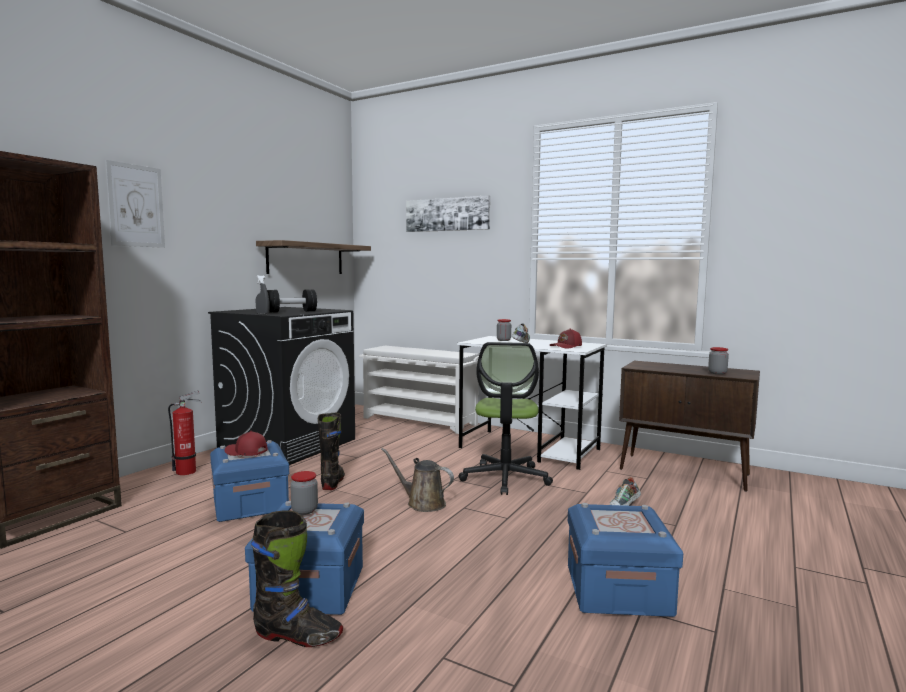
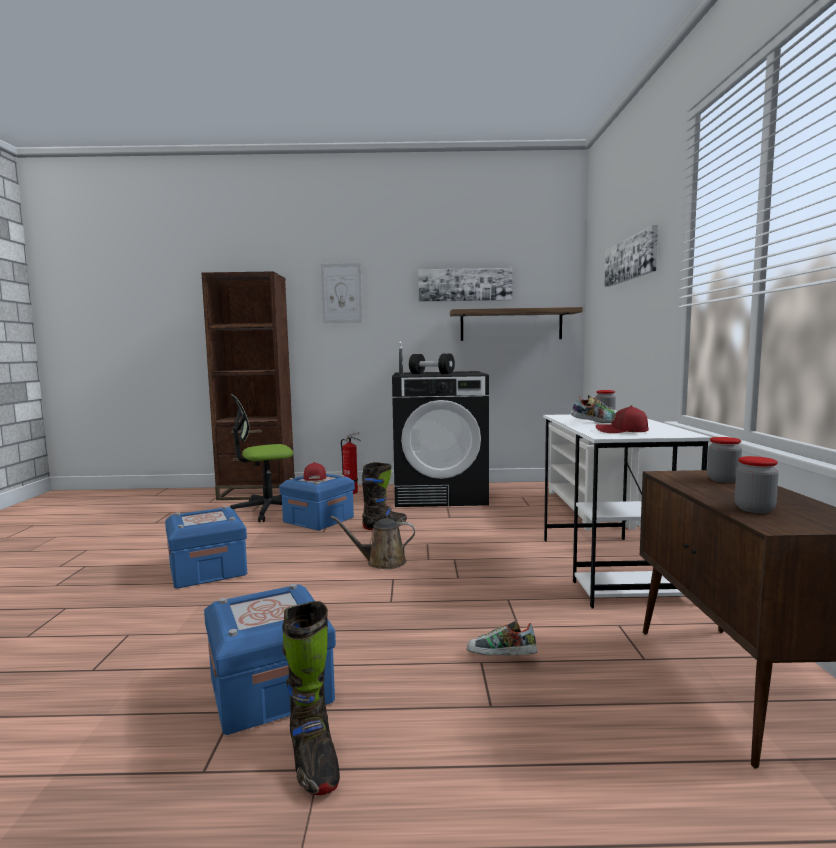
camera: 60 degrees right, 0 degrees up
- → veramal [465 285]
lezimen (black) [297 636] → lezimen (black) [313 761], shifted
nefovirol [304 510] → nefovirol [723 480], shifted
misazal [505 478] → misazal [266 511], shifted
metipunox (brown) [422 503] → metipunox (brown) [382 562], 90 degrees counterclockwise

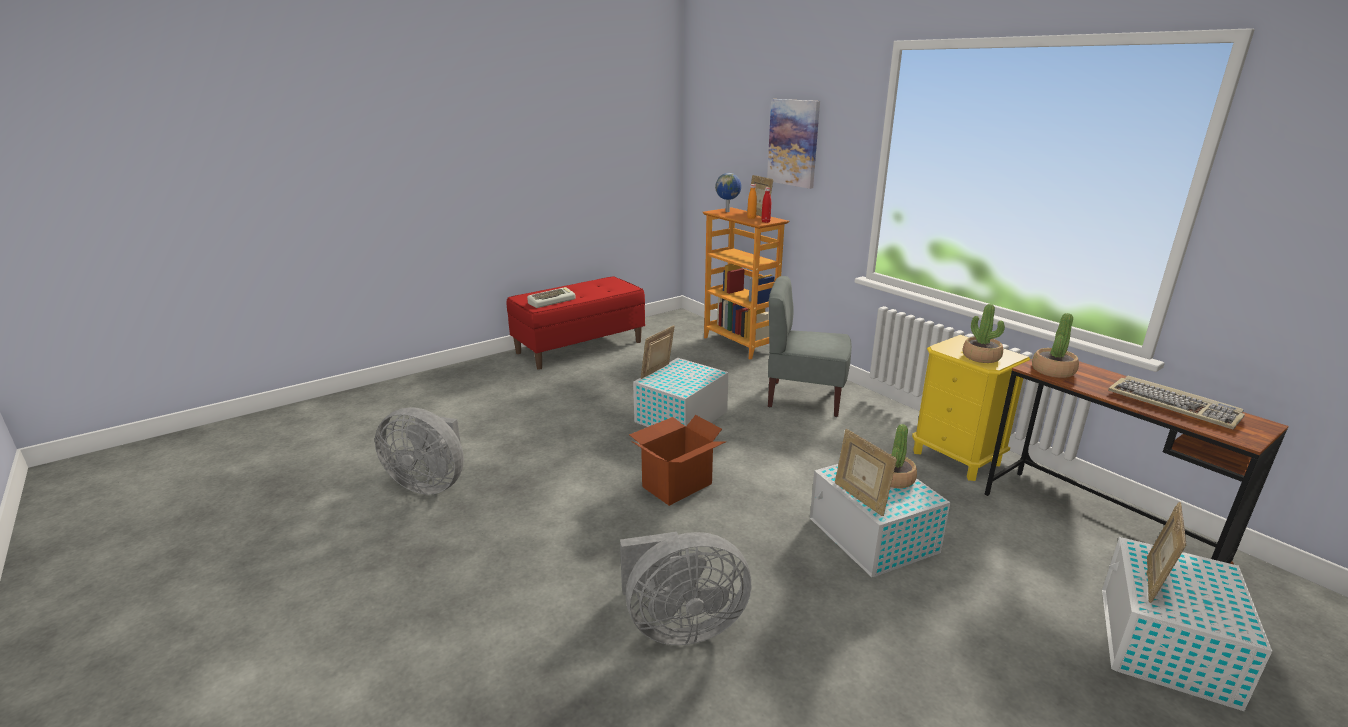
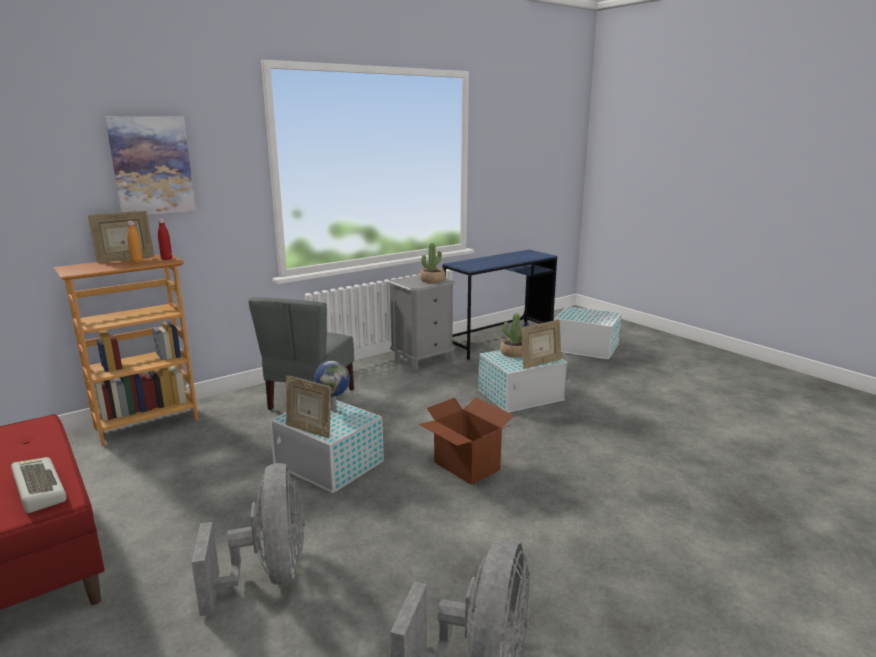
camera: 90 degrees left, 5 degrees down
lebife [1052 371] → -
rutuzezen [1174 405] → -
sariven [1153 581] → -
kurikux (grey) [680 626] → kurikux (grey) [268 575], shifted
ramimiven [728 211] → ramimiven [334 409], shifted
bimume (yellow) [956 458] → bimume (grey) [423 360]
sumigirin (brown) [1097 528] → sumigirin (blue) [498 341]

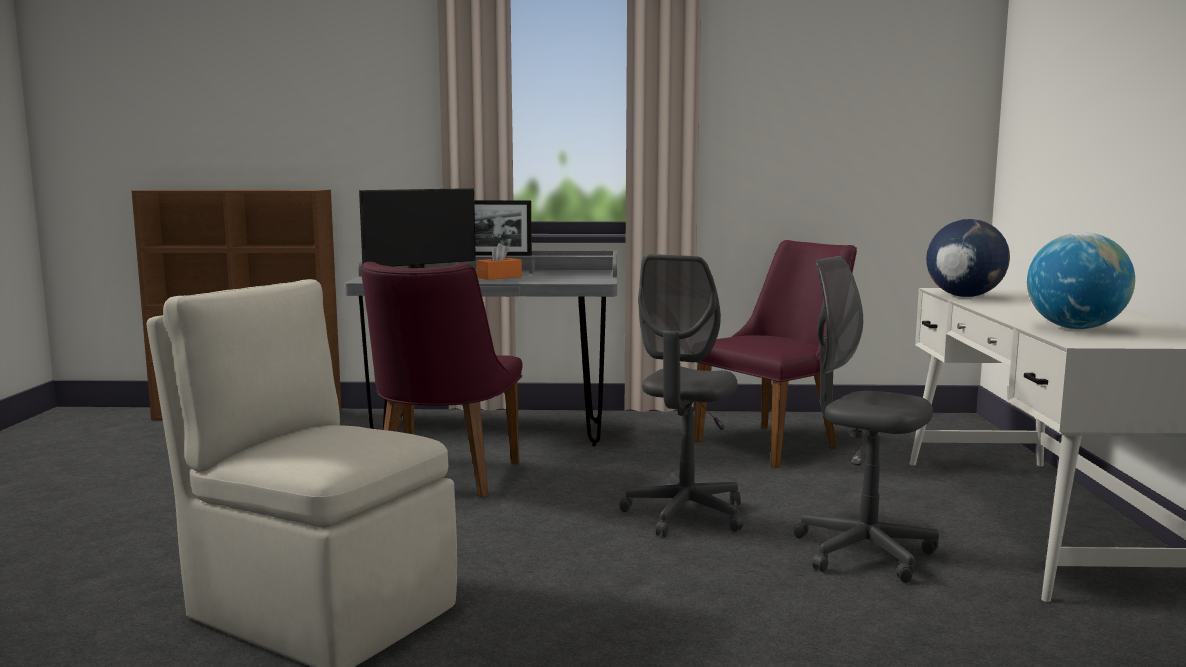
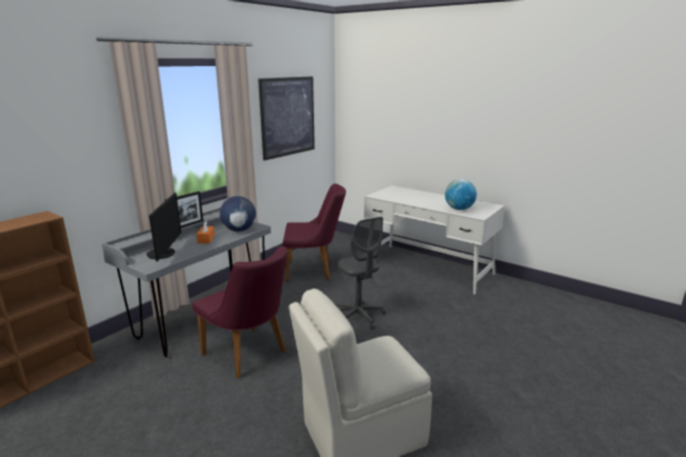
camera: 55 degrees left, 10 degrees up
misazal (grey) [863 552] → -
- → veramal [288 116]
ramimiven [964 296] → ramimiven [239 230], shifted
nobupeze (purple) [776 442] → nobupeze (purple) [314 270], 90 degrees clockwise

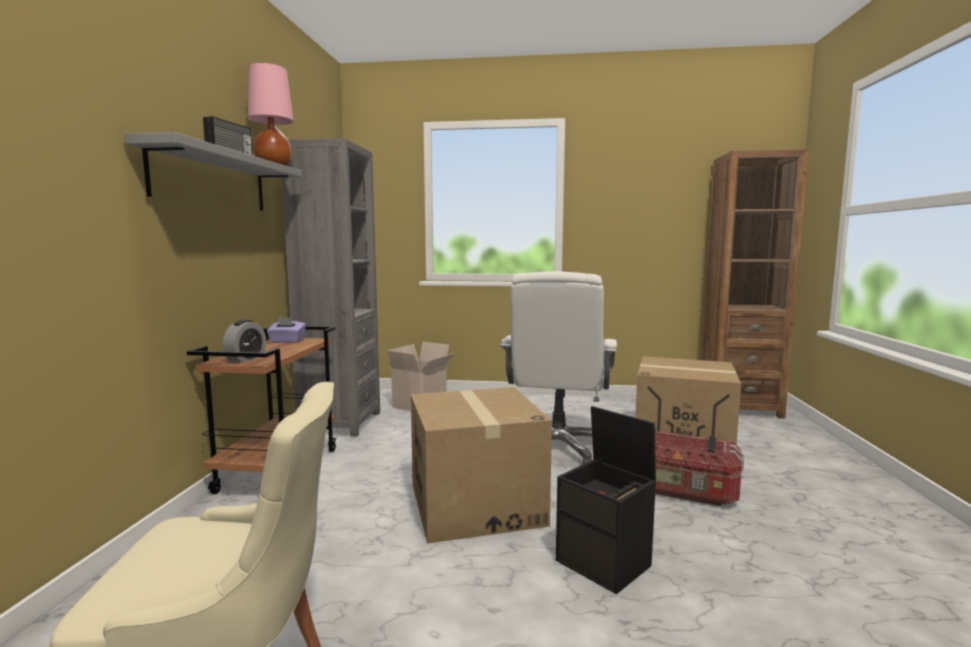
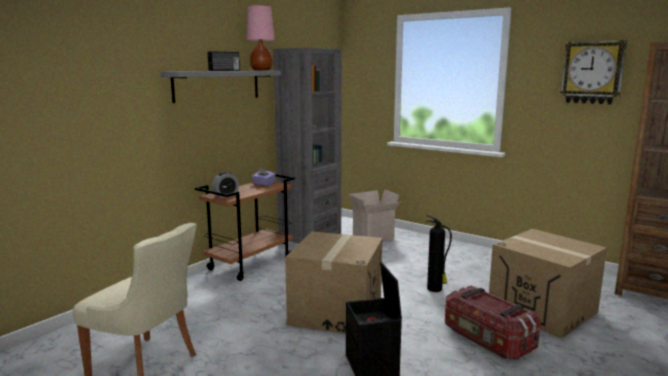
camera: 30 degrees right, 5 degrees up
- → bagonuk [592 72]
misazal (white) [558 448] → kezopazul [435 289]

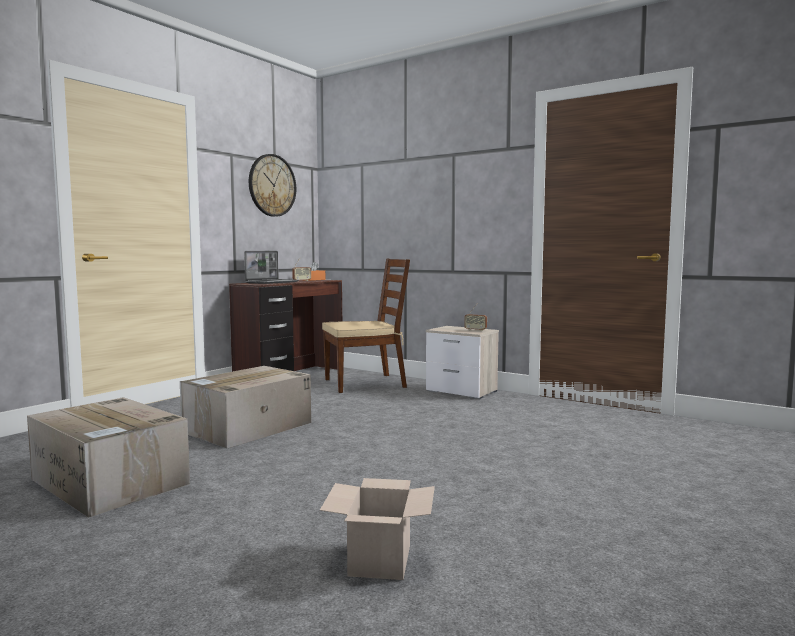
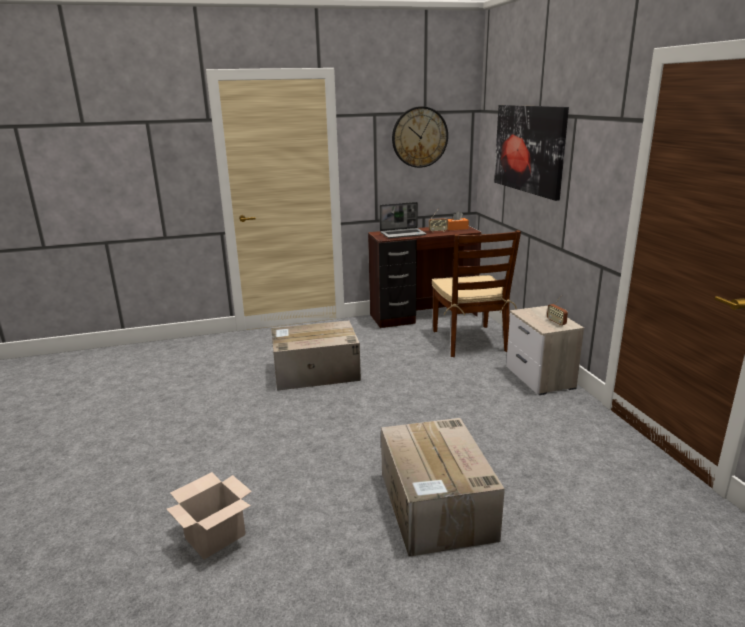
camera: 40 degrees right, 15 degrees up
- → veramal [529 149]
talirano [111 482] → talirano [437 506], shifted
nobupeze (brown) [366 383] → nobupeze (brown) [470 341], 60 degrees clockwise

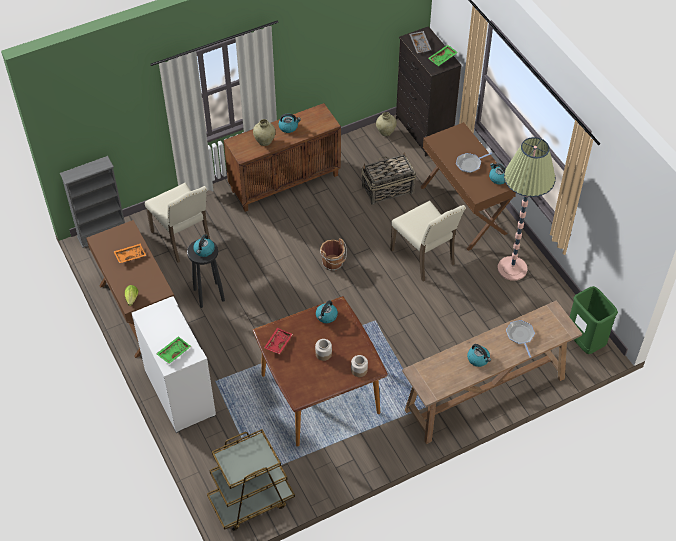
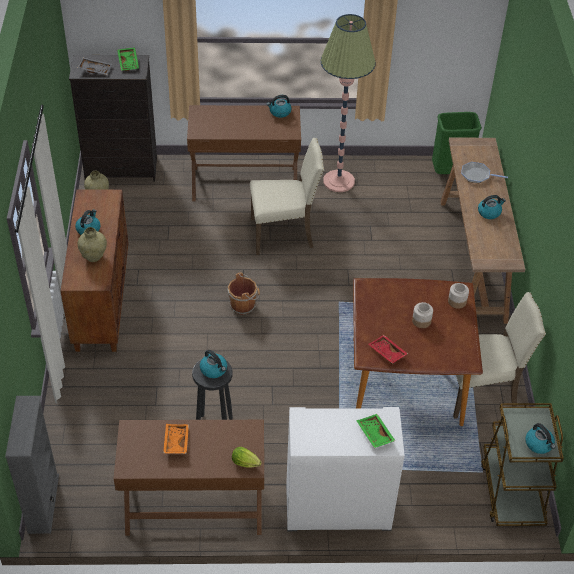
camera: 65 degrees left, 5 degrees down
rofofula [387 189] → -
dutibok [469 164] → -
nobupeze (beige) [183 239] → nobupeze (beige) [480 392], shifted
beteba [326 316] → beteba [539 444], shifted

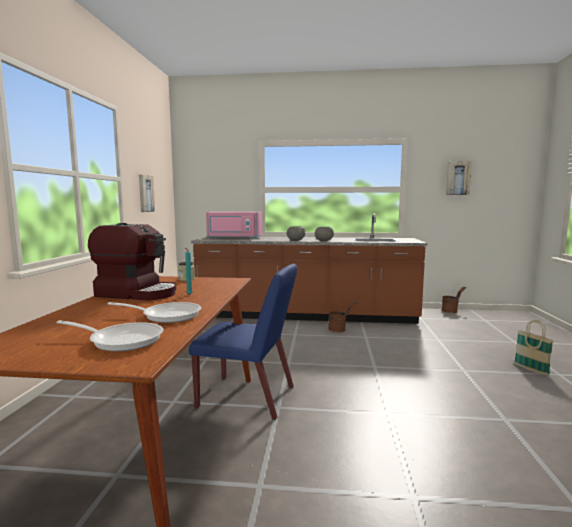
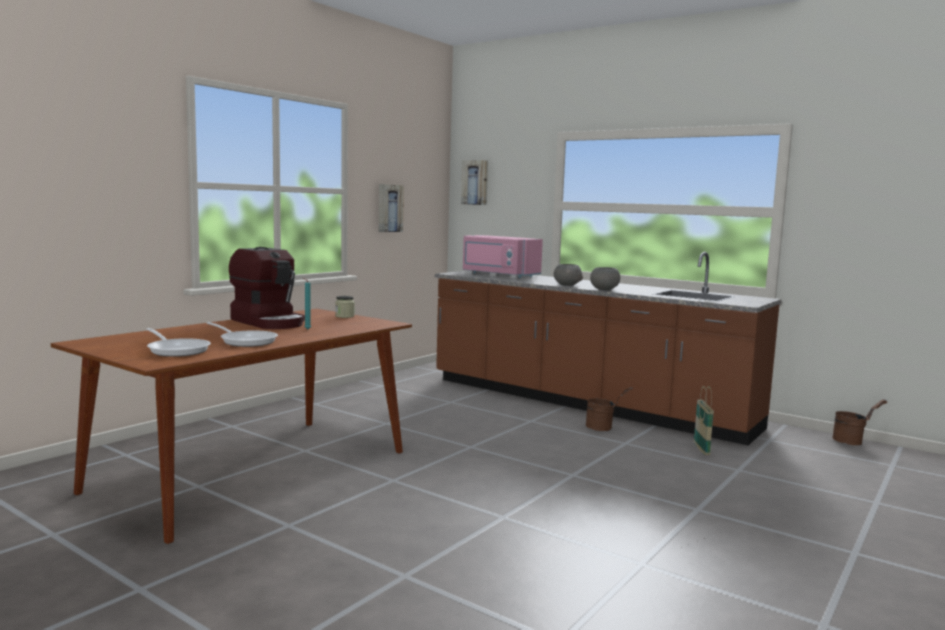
camera: 30 degrees right, 0 degrees up
nobupeze (blue) [248 397] → -
veramal [458 178] → veramal [475 182], shifted
rofofula [531 370] → rofofula [701 449], shifted

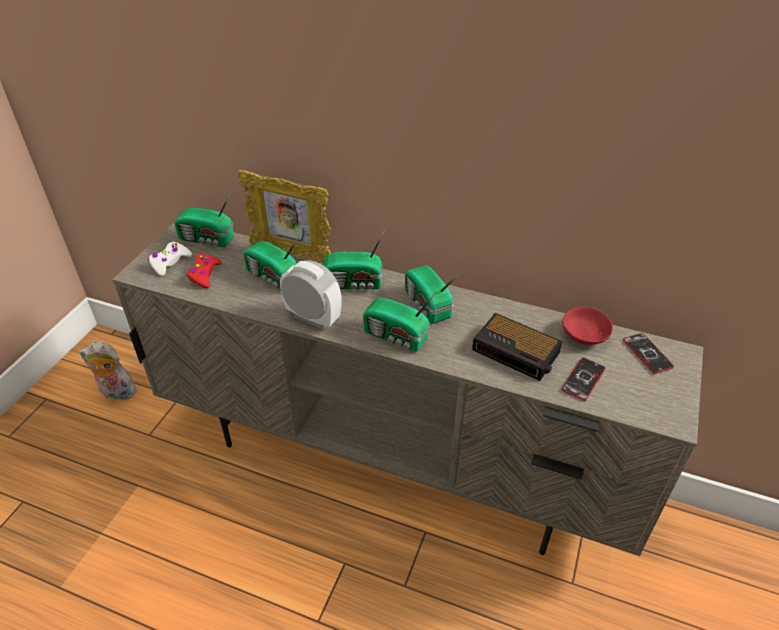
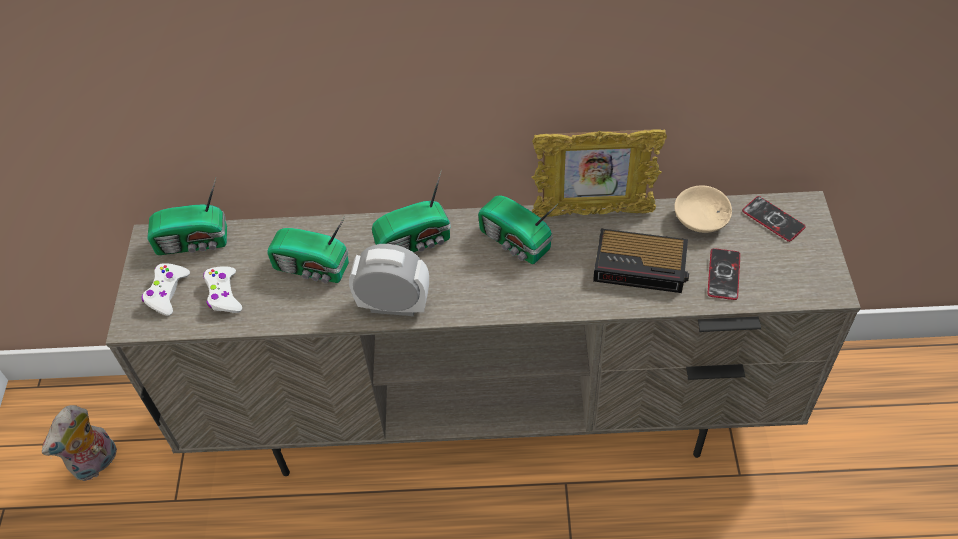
camera: 20 degrees left, 10 degrees up
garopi [396 337] → -
sariven [291 254] → sariven [593 213], shifted
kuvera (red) [204 275] → kuvera (white) [224 294]
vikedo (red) [583 334] → vikedo (beige) [699 218]
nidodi [116 393] → nidodi [96 464], 45 degrees counterclockwise

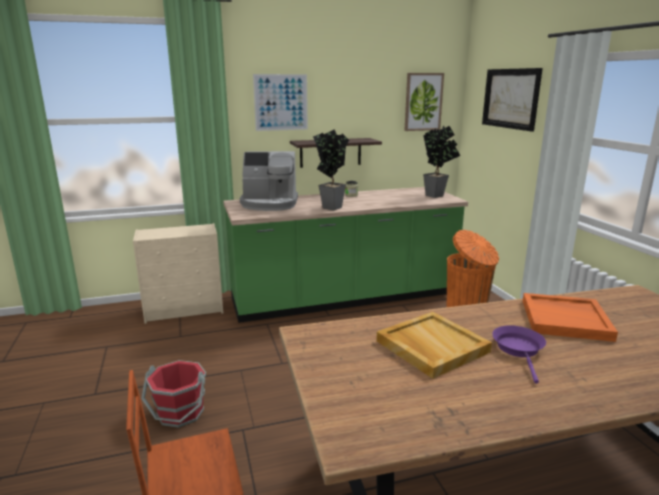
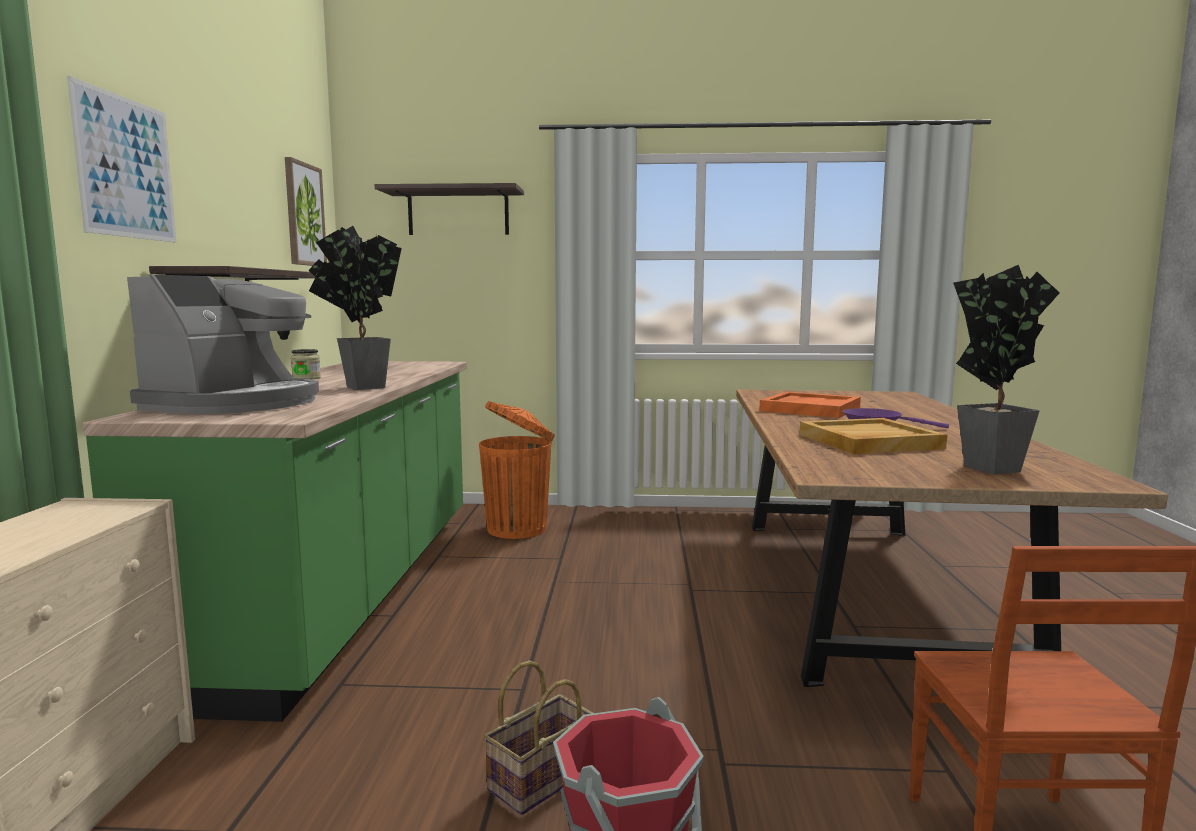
camera: 70 degrees left, 10 degrees down
- → rofofula [542 776]
lebife [437 195] → lebife [989 466], shifted
veramal [510 98] → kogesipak [458 213]

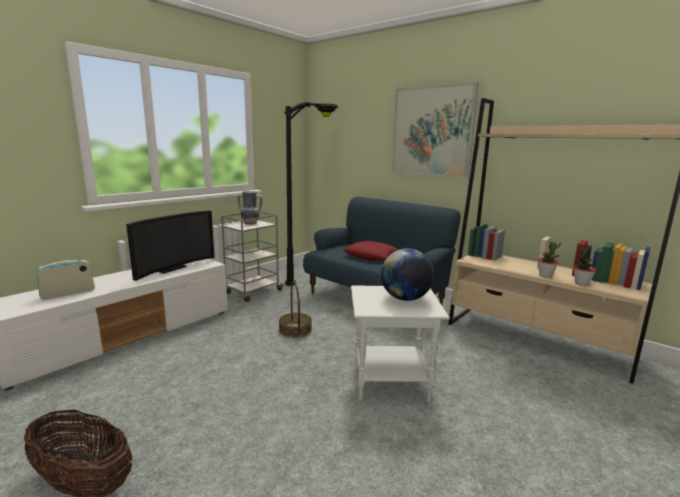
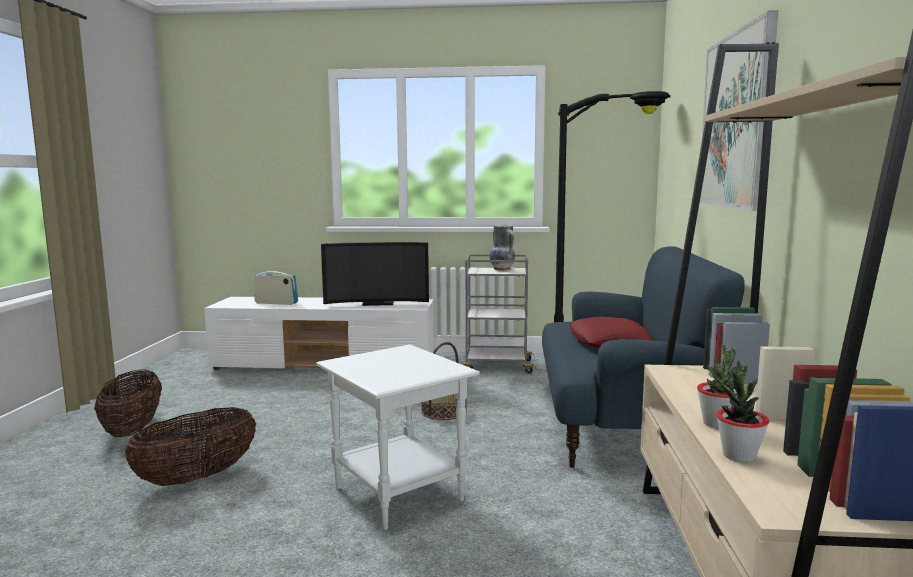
camera: 55 degrees right, 5 degrees down
ramimiven [405 298] → -
- → rofofula [197 477]

